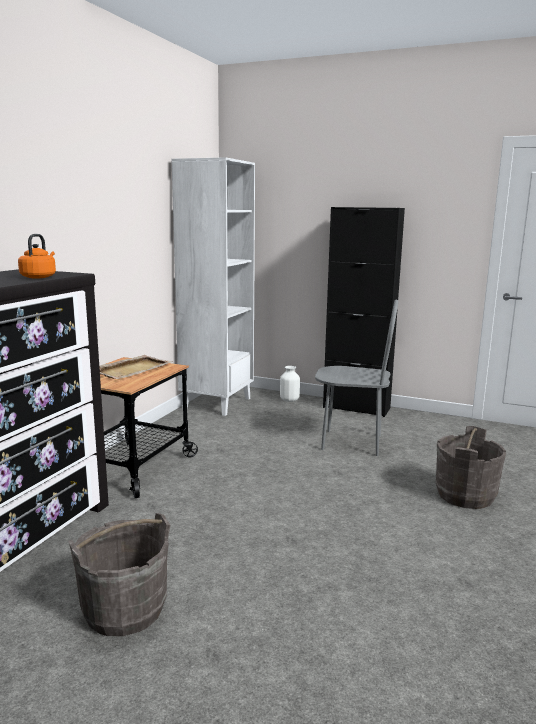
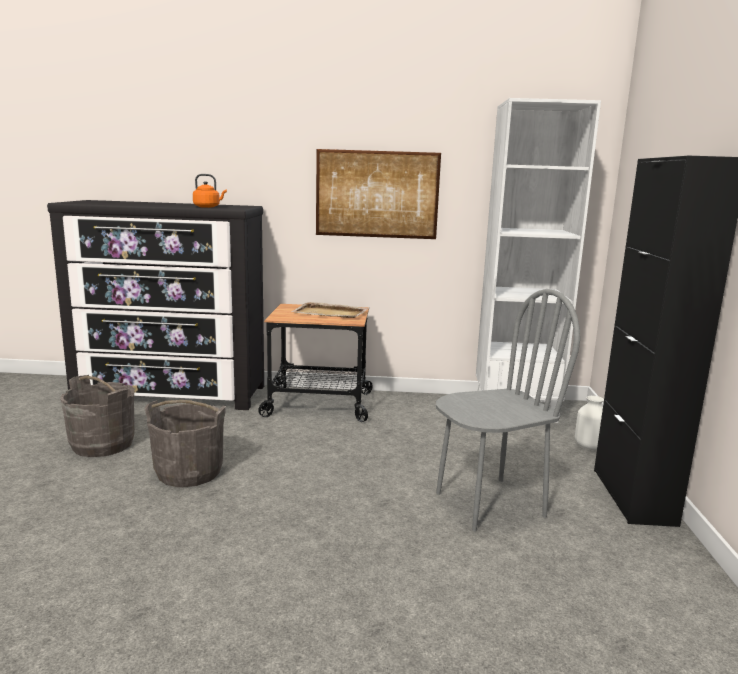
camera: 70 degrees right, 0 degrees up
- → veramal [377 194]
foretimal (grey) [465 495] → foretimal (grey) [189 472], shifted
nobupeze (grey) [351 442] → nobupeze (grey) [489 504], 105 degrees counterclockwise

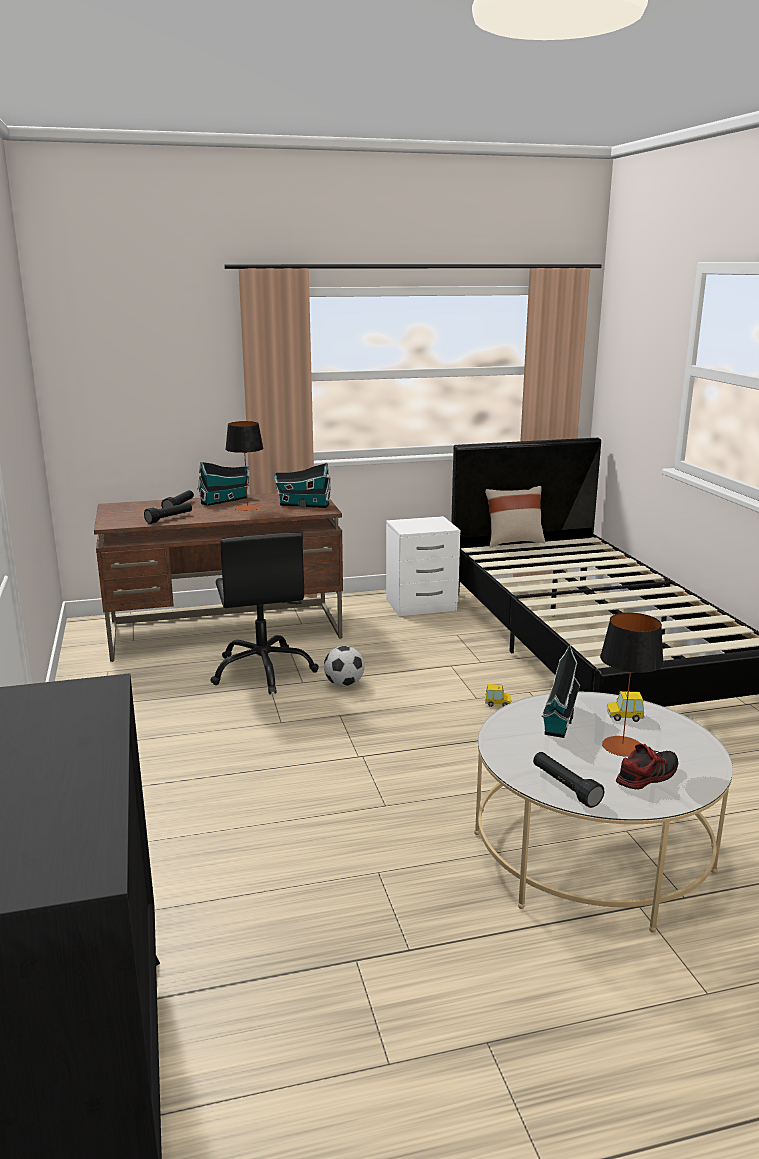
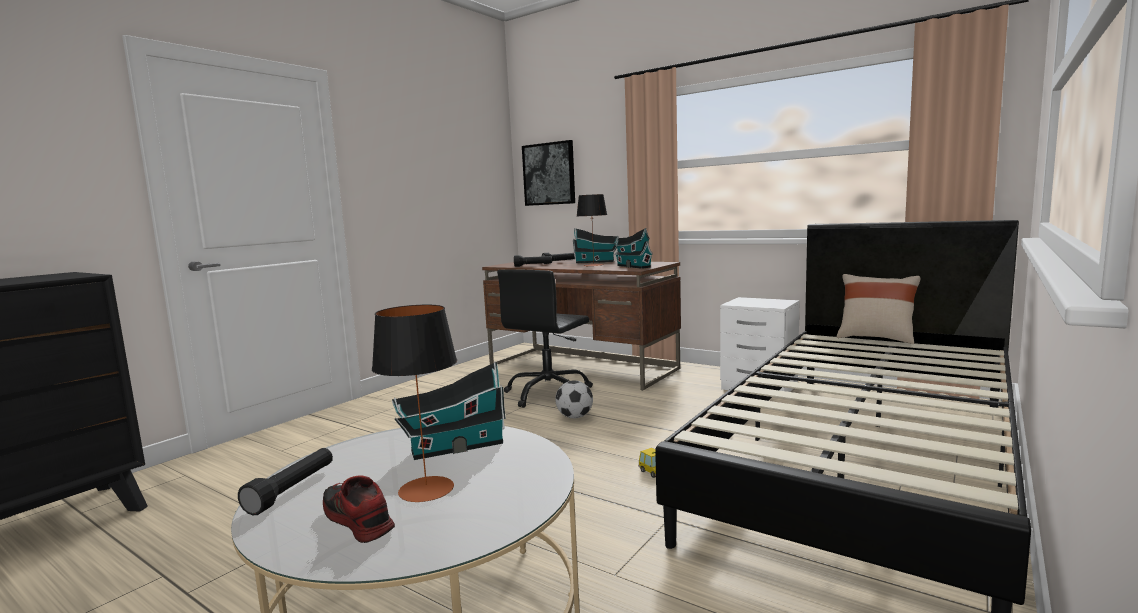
camera: 50 degrees right, 10 degrees down
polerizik [624 716] → -
- → veramal [549 174]
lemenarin [646 776] → lemenarin [357 521], 150 degrees counterclockwise

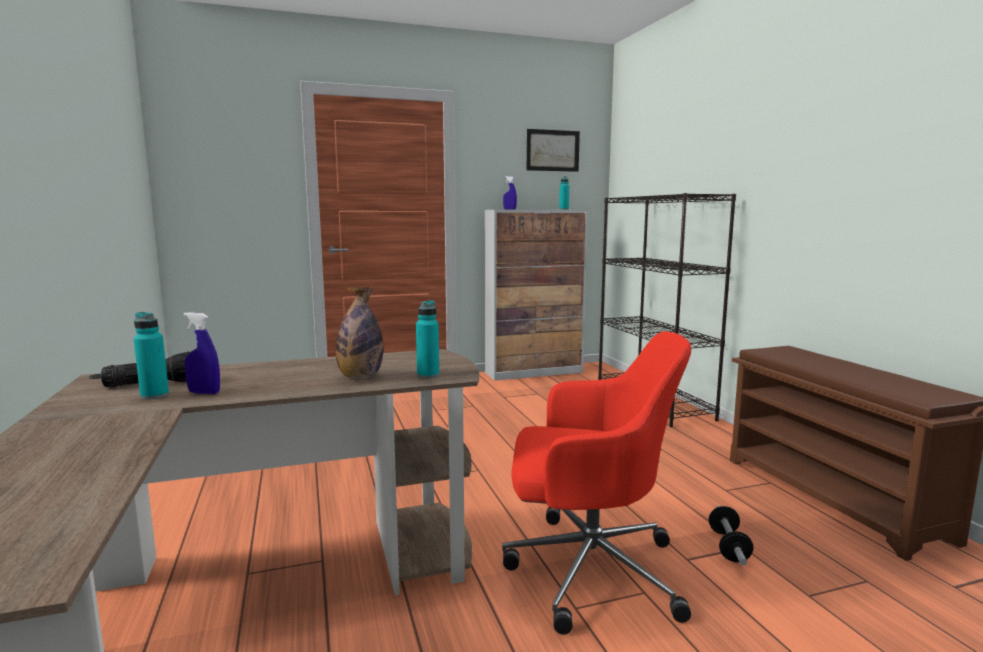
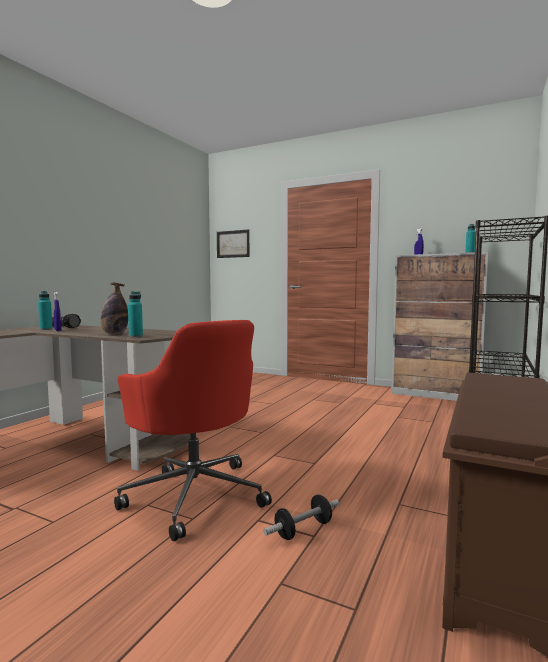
camera: 45 degrees right, 5 degrees down
veramal [552 150] → veramal [233 244], shifted

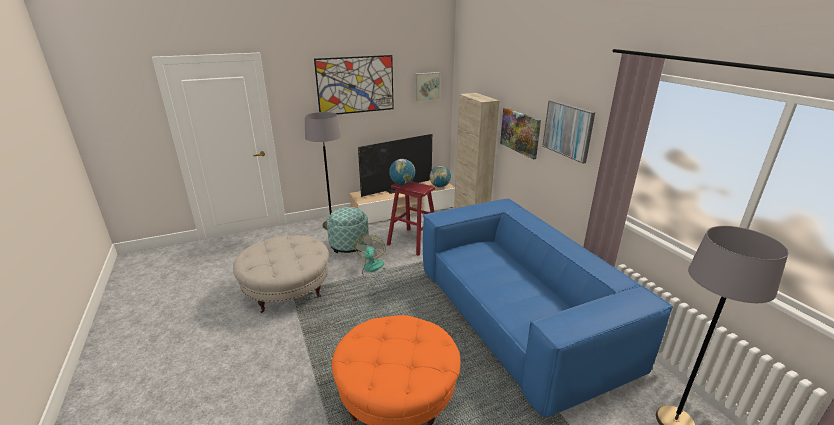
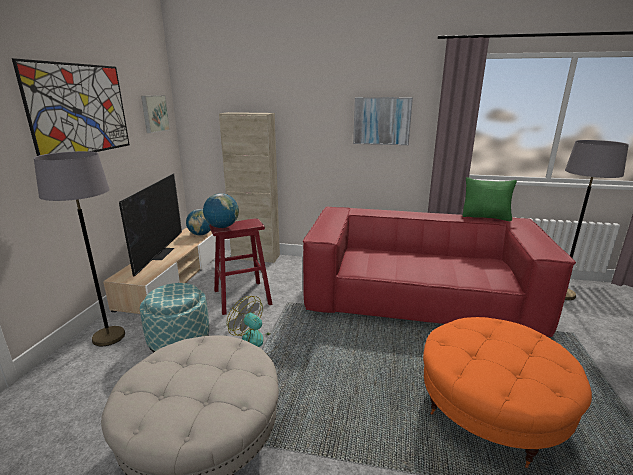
camera: 55 degrees left, 5 degrees down
veramal [520 132] → -
- → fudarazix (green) [486 217]
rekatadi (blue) [517 316] → rekatadi (red) [419 297]

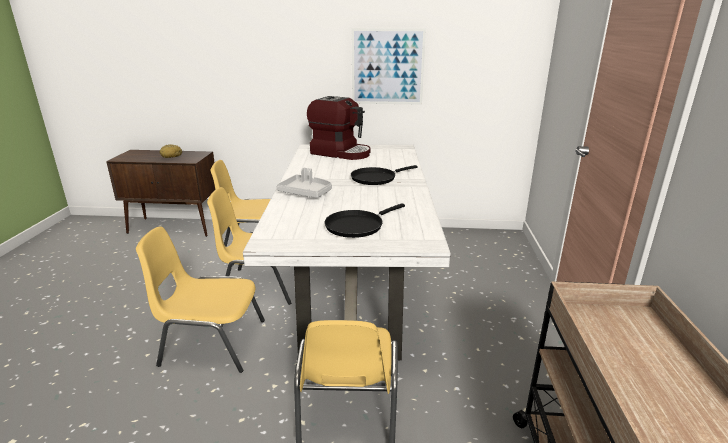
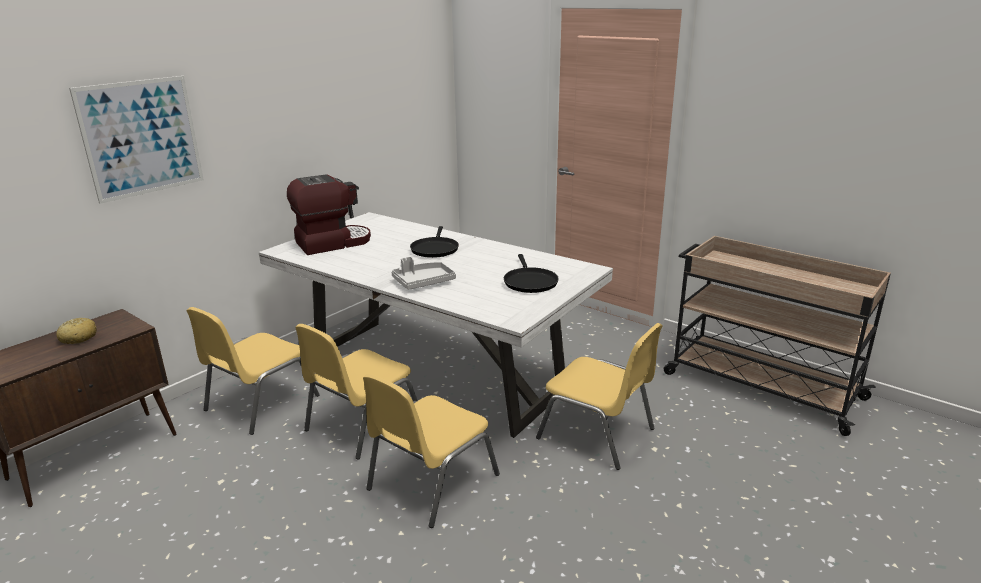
camera: 55 degrees left, 0 degrees up
veramal [387 67] → veramal [141 138], shifted

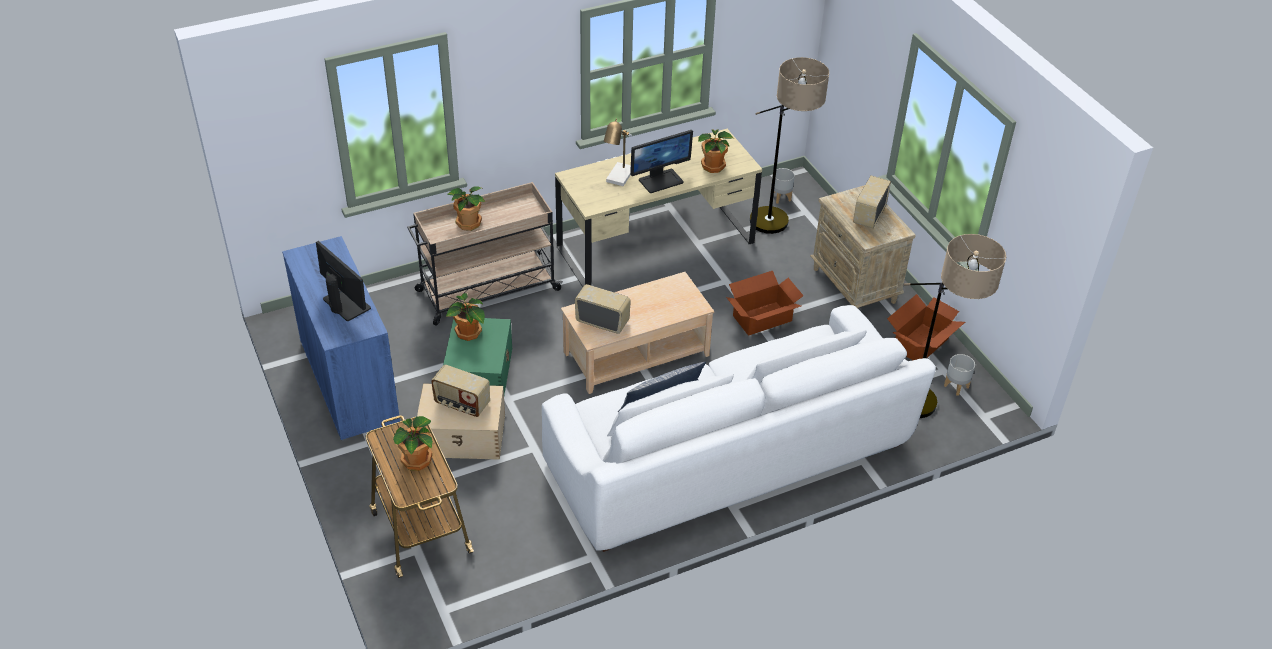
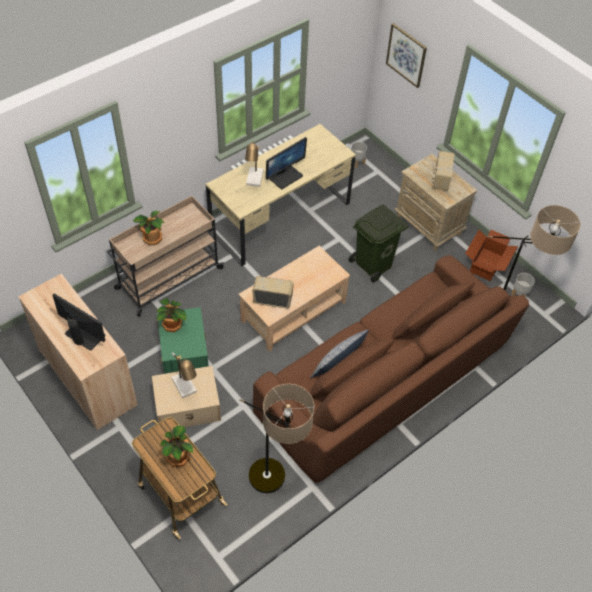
camera: 15 degrees left, 10 degrees up
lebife [714 166] → -
- → veramal [406 55]
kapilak [776 230] → kapilak [276 487], shifted
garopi [462 404] → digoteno [186 388]
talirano [763 318] → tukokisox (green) [374 264]
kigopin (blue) [349 381] → kigopin (beige) [88 377]
rekatadi (white) [730 457] → rekatadi (brown) [384 383]

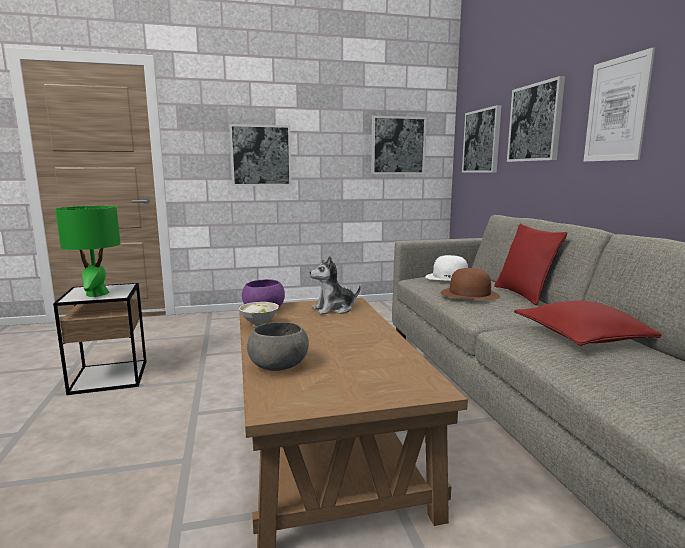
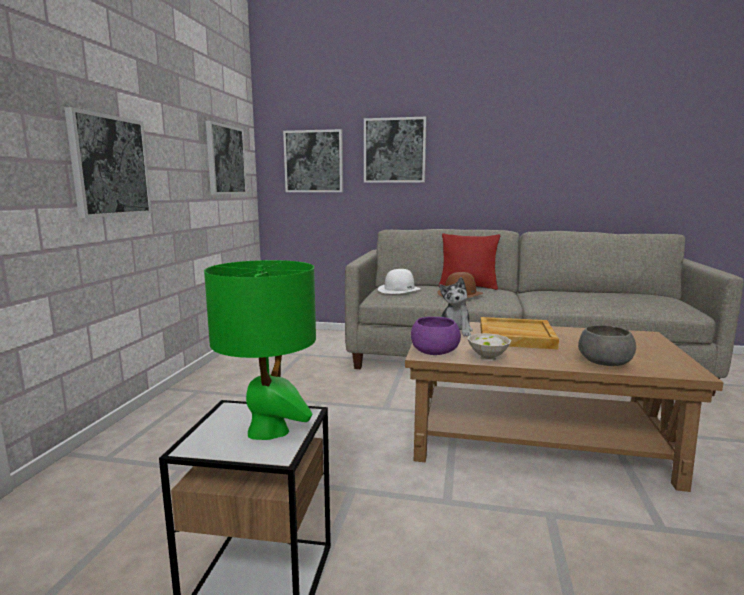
camera: 65 degrees left, 0 degrees up
fudarazix (red) [583 337] → -
veramal [616 110] → -
- → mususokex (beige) [515 336]

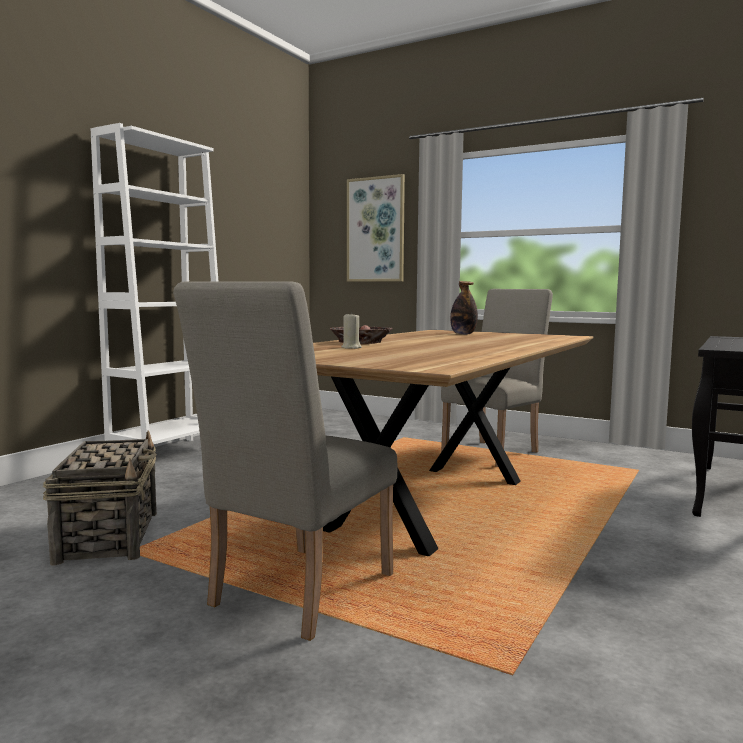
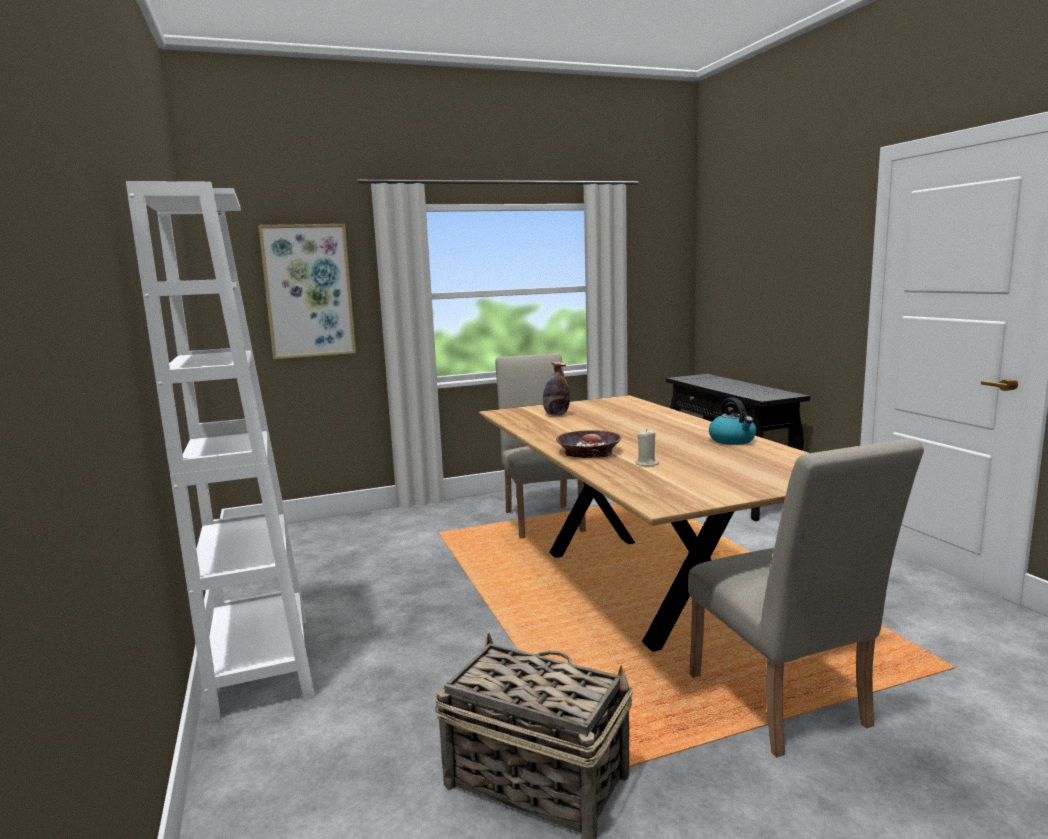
camera: 50 degrees left, 5 degrees up
- → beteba [732 440]

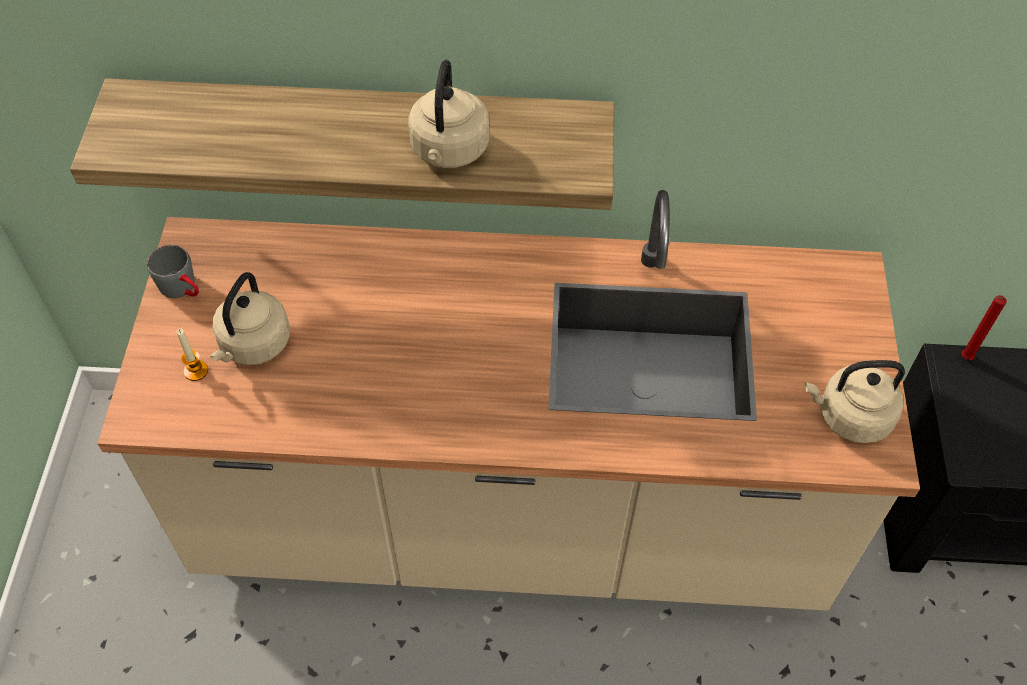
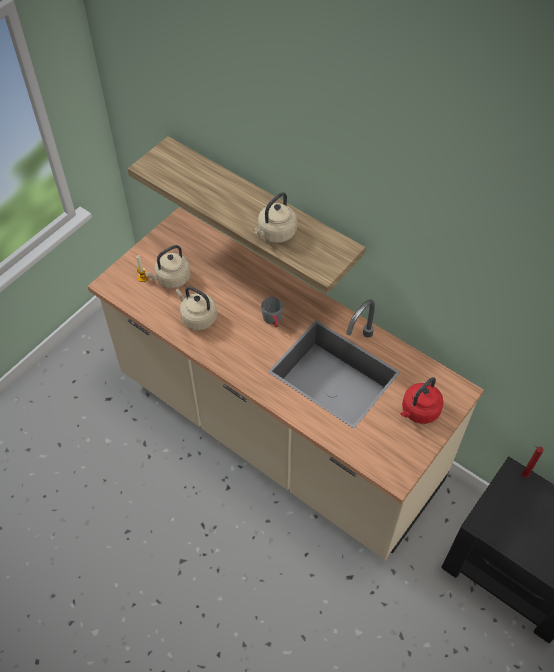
camera: 35 degrees right, 0 degrees up
- → beteba (red) [419 411]
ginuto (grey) [183 289] → ginuto (grey) [273 320], shifted
beteba (beige) [849 417] → beteba (beige) [197 317], shifted

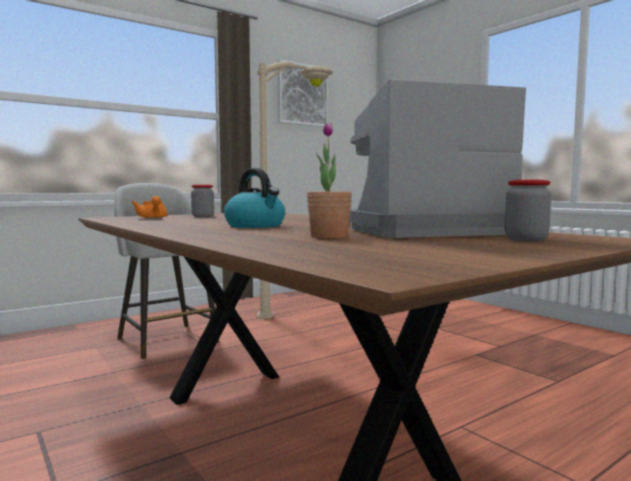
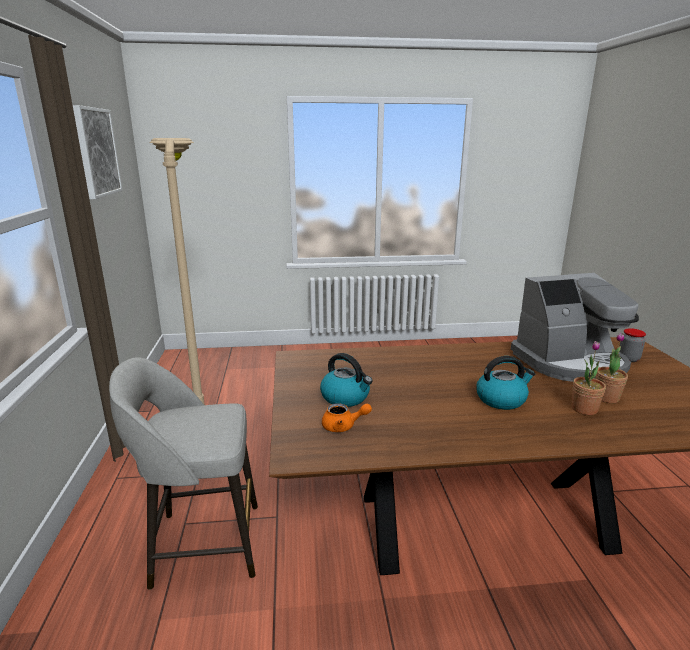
camera: 60 degrees left, 15 degrees up
- → lebife [584 409]
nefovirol [203 217] → beteba [346 397]
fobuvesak [425 231] → fobuvesak [570 362], 120 degrees counterclockwise

